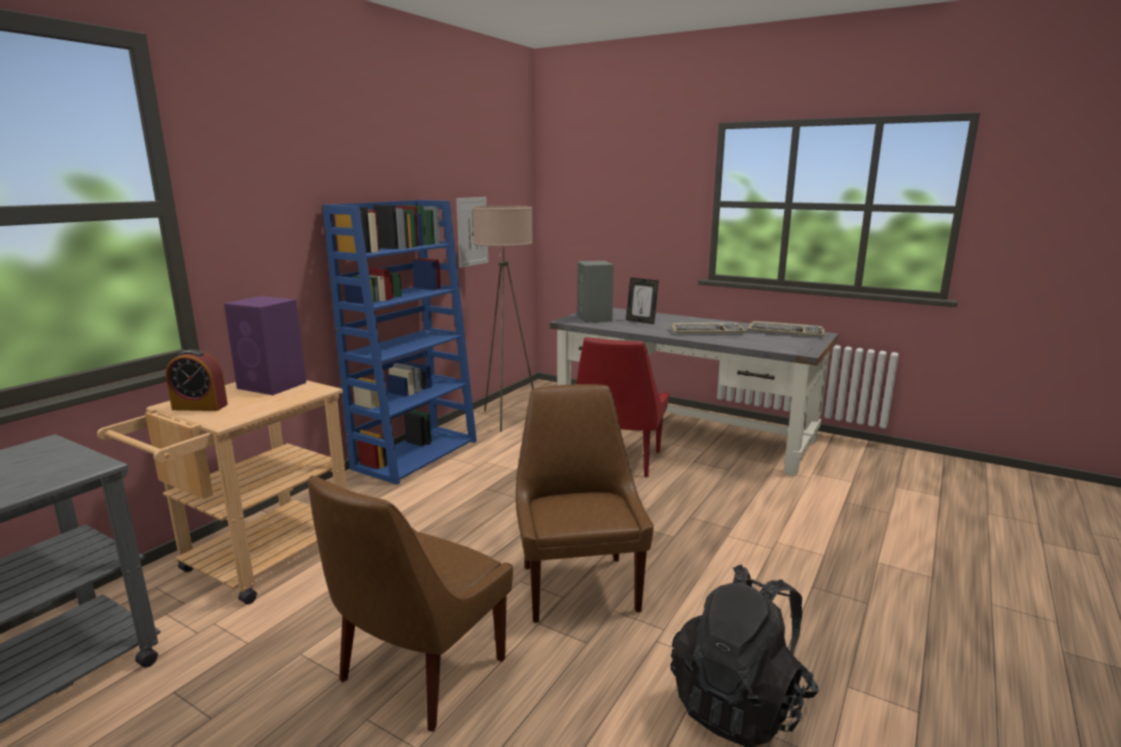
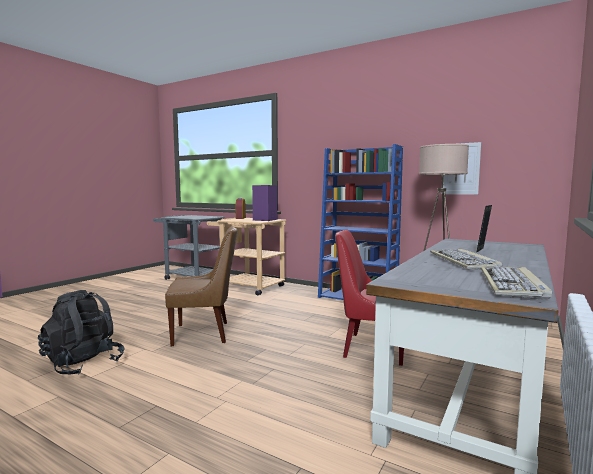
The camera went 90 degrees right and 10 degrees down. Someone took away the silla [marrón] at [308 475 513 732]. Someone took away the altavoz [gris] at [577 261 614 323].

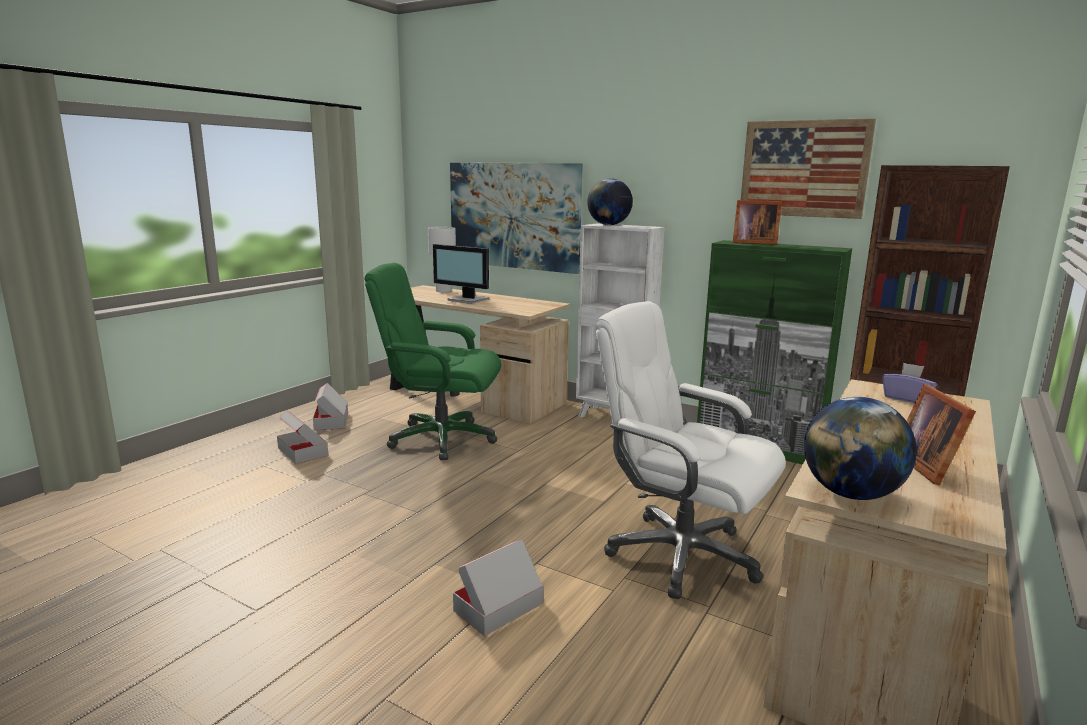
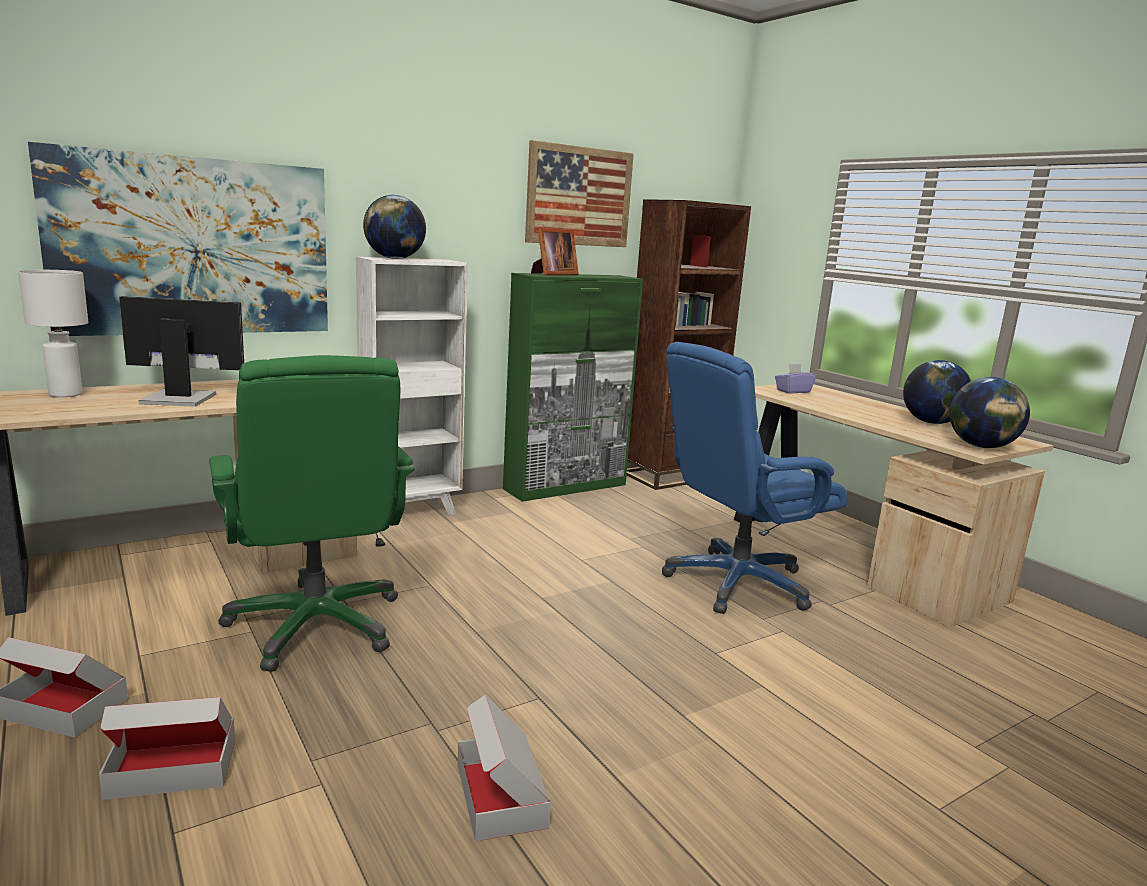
The camera went 65 degrees left and 0 degrees up. Someone carried the caja de cartón from [453 540 544 636] to [458 694 551 841]. Someone swapped the portarretratos at [907 384 976 486] for the globo terráqueo at [903 360 971 424]. Someone repainted the silla de oficina [blanco] at [596 301 786 599], which became the silla de oficina [azul] at [662 342 848 614]. Someone rotated the silla de oficina [verde] at [364 263 501 460] by 60 degrees counterclockwise. Someone rotated the monitor at [433 244 489 304] by 150 degrees counterclockwise.

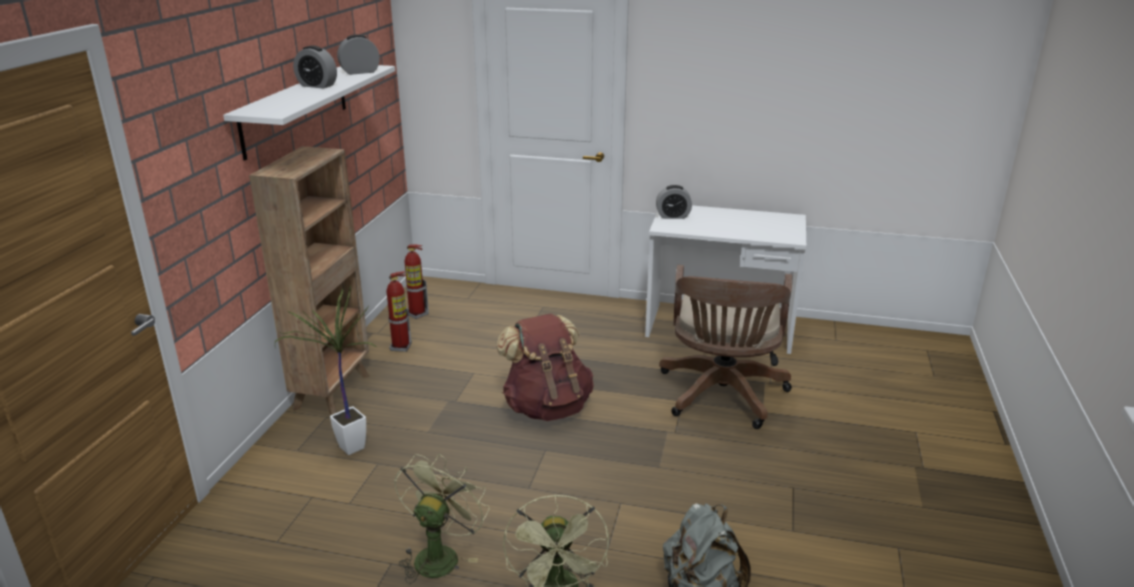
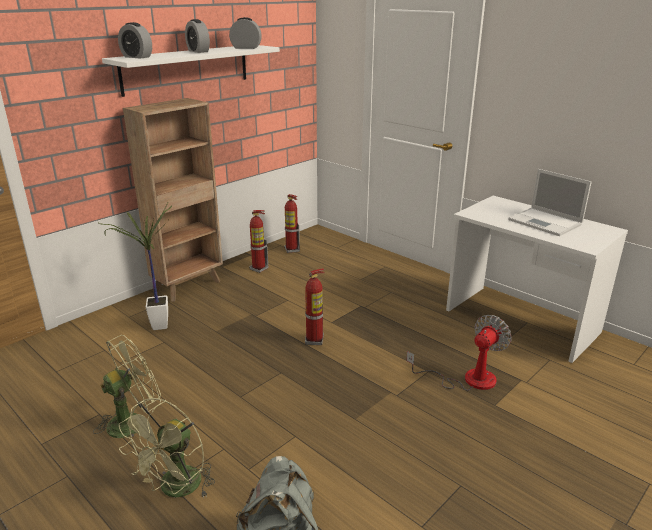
The camera went 30 degrees right and 0 degrees up. Someone put down the portátil at [508 169 592 236]. Someone carried the despertador from [656 185 692 219] to [118 22 152 59]. Someone swapped the mochila [marrón] at [496 314 594 421] for the extintor at [305 268 324 345]. Someone swapped the silla de oficina [marrón] at [659 265 792 429] for the ventilador at [406 315 512 391].

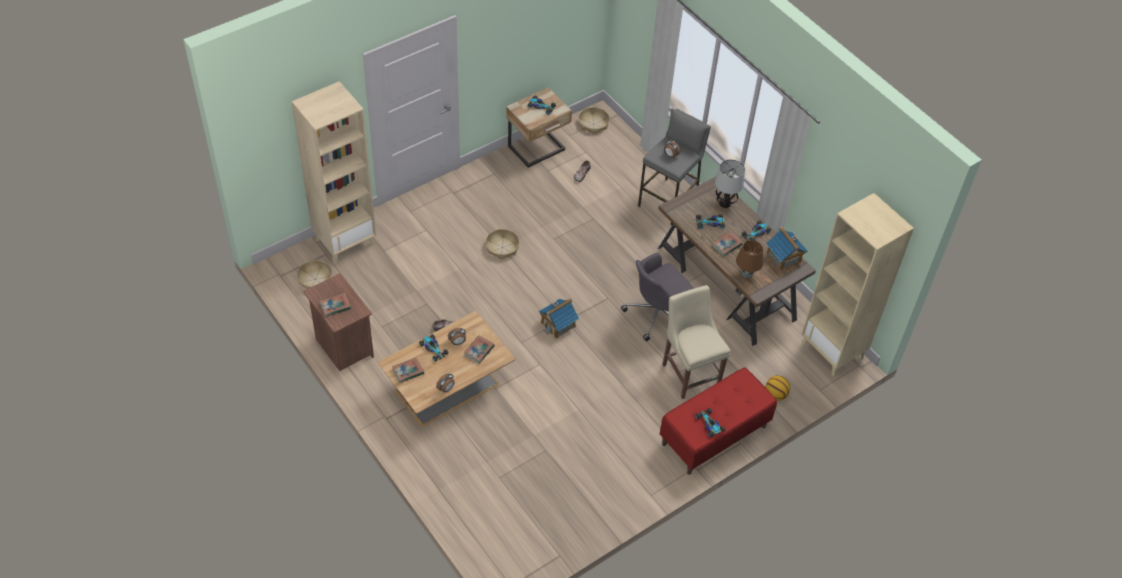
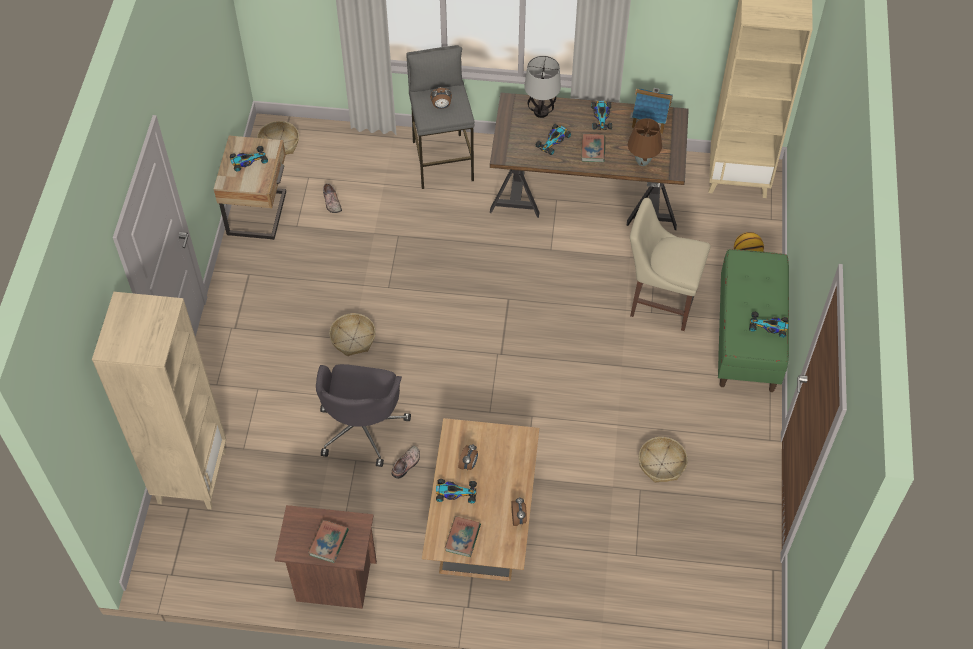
The camera went 45 degrees left and 5 degrees up. Someone took away the libro at [464 335 495 364]. Someone took away the casita at [539 299 579 339]. Someone carried the cesta from [297 260 332 289] to [639 437 688 483]. Someone carried the silla de oficina [gris] from [621 253 694 341] to [316 364 411 467]. Someone repainted the banco [rojo] at [660 367 777 475], which became the banco [verde] at [718 249 789 392].

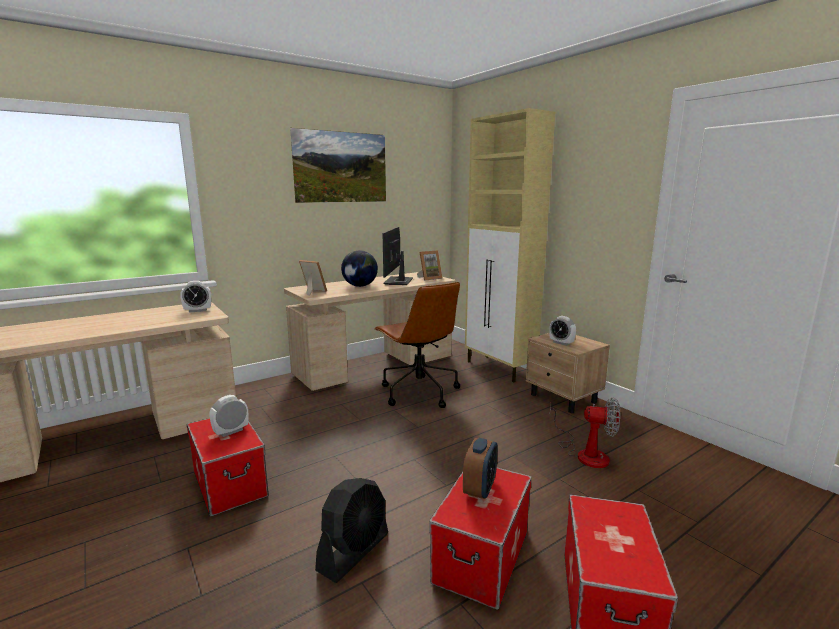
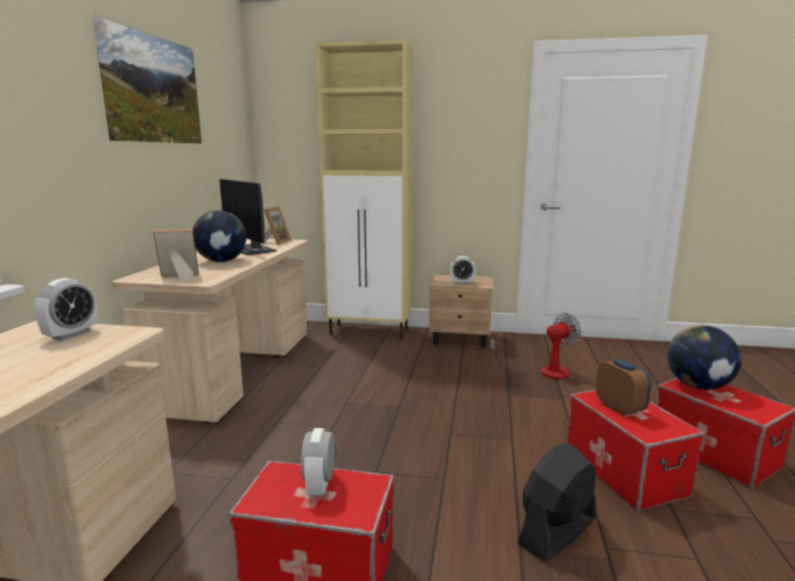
The camera went 45 degrees left and 0 degrees up. Someone took away the silla de oficina [marrón] at [374 282 460 408]. Someone put down the globo terráqueo at [667 325 741 390]. Someone rotated the ventilador [negro] at [315 478 388 583] by 120 degrees counterclockwise.

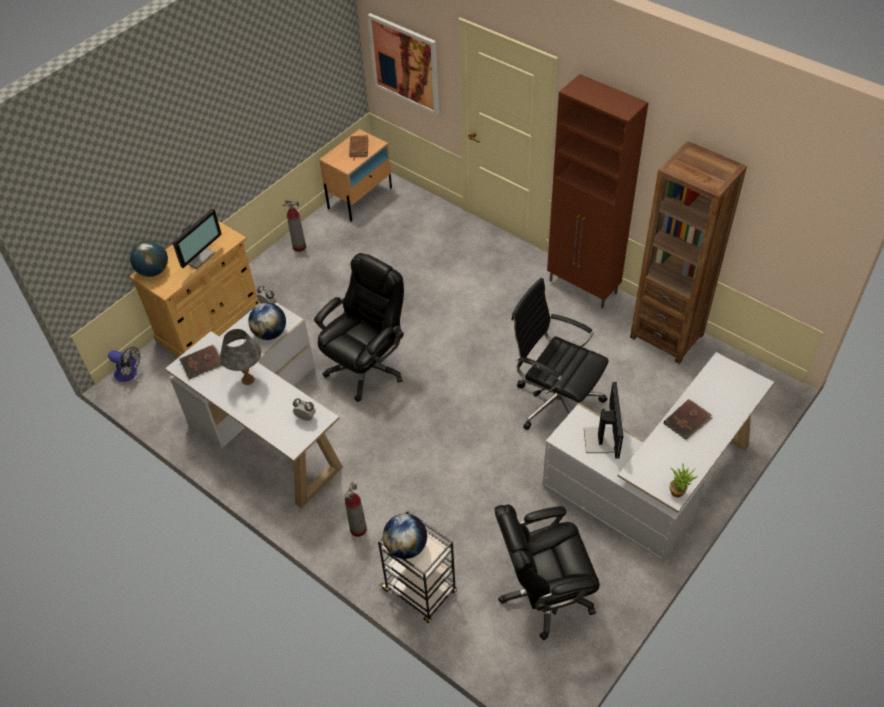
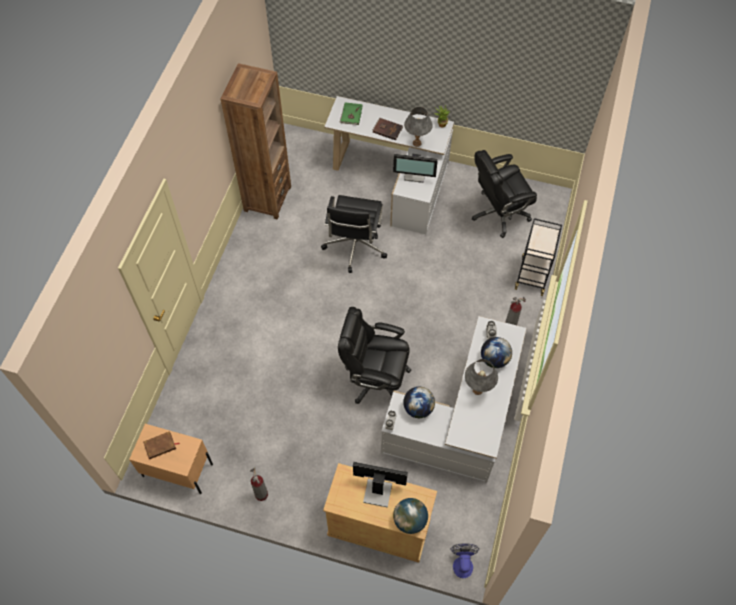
The camera went 115 degrees left and 10 degrees up. Someone took away the libro [marrón] at [179 345 223 379]. Someone took away the cuadro at [368 13 439 115]. Someone took away the armario [marrón] at [547 74 649 309]. Someone put down the libro [verde] at [339 102 363 125]. Someone put down the lámpara de mesa [gris] at [404 107 433 147]. Someone carried the globo terráqueo from [383 514 427 559] to [481 337 512 368]. Someone rotated the silla de oficina [negro] at [494 504 600 640] by 105 degrees clockwise. Someone rotated the monitor at [584 382 623 459] by 150 degrees counterclockwise.

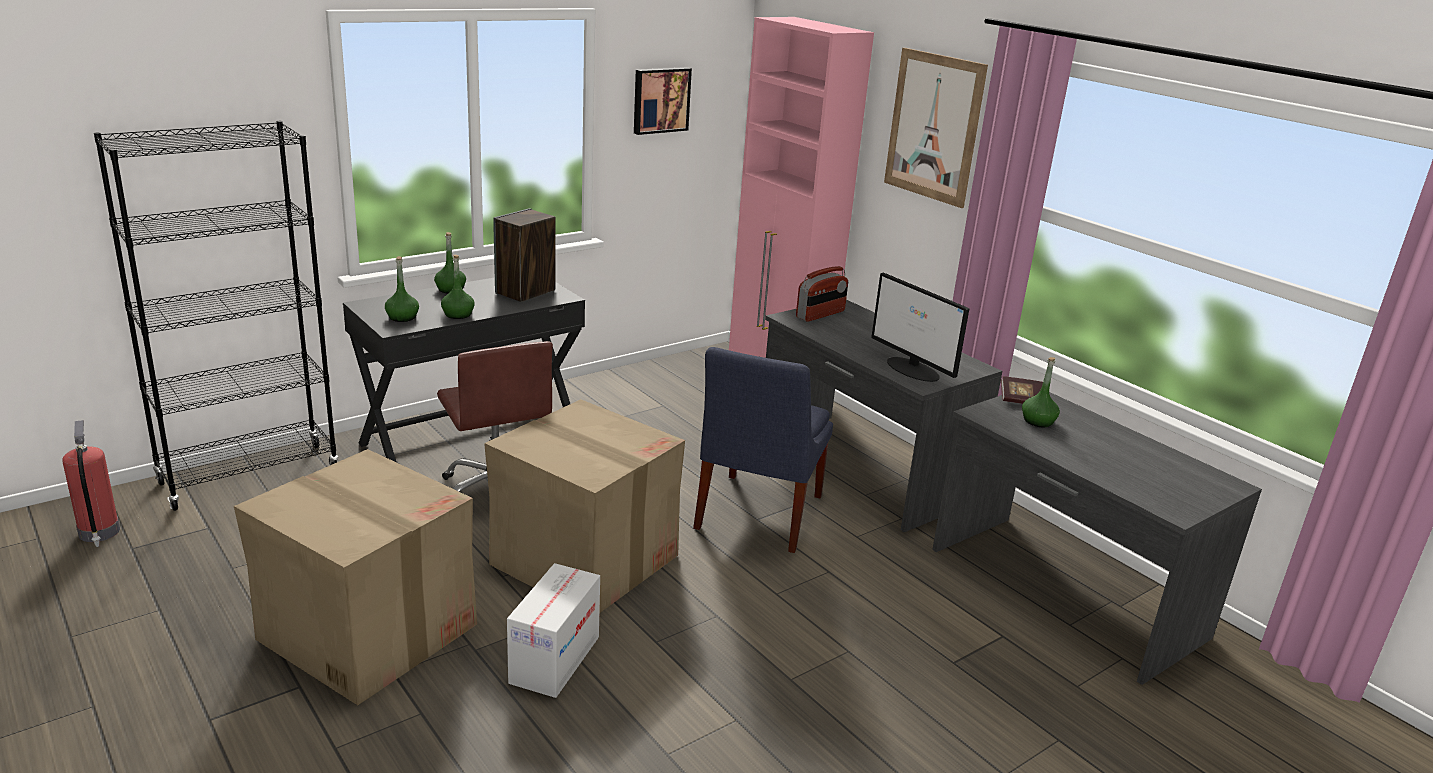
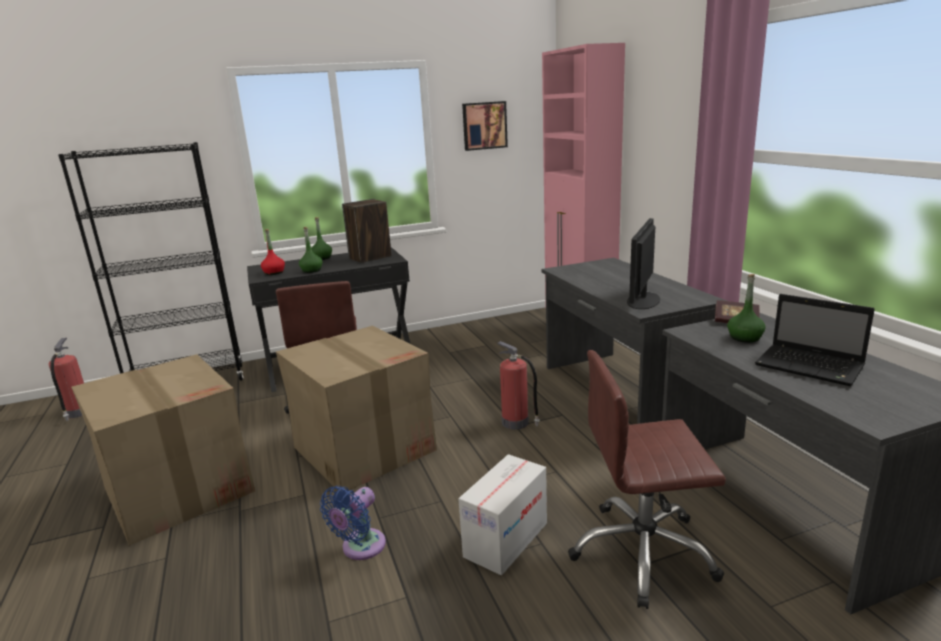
The camera went 20 degrees right and 5 degrees down. Someone took away the radio at [796 266 848 322]. Someone took away the cuadro at [884 48 988 208]. Someone put down the ventilador [azul] at [320 486 386 560]. Someone put down the silla de oficina [marrón] at [568 350 726 609]. Someone put down the portátil at [755 294 875 386]. Someone carried the caja de cartón from [507 563 600 698] to [458 454 547 575]. Someone swapped the silla [azul] at [693 347 833 553] for the extintor at [497 341 540 430]. Someone repainted the botella [verde] at [385 256 419 322], which became the botella [rojo] at [261 229 285 275]. Someone rotated the monitor at [871 272 969 382] by 45 degrees clockwise.

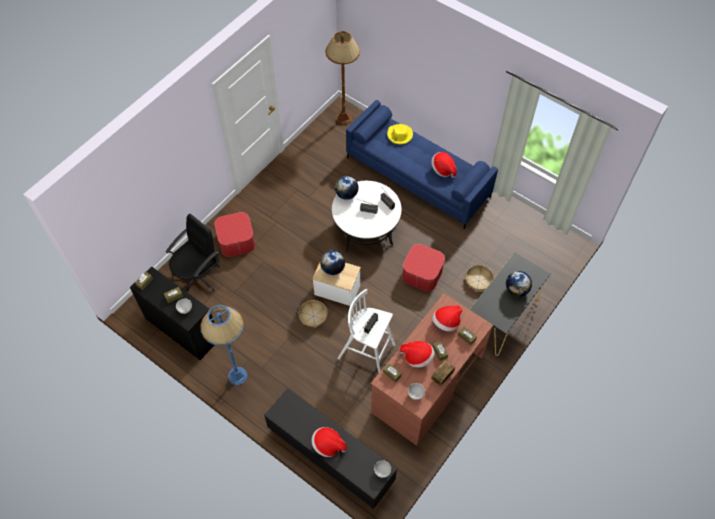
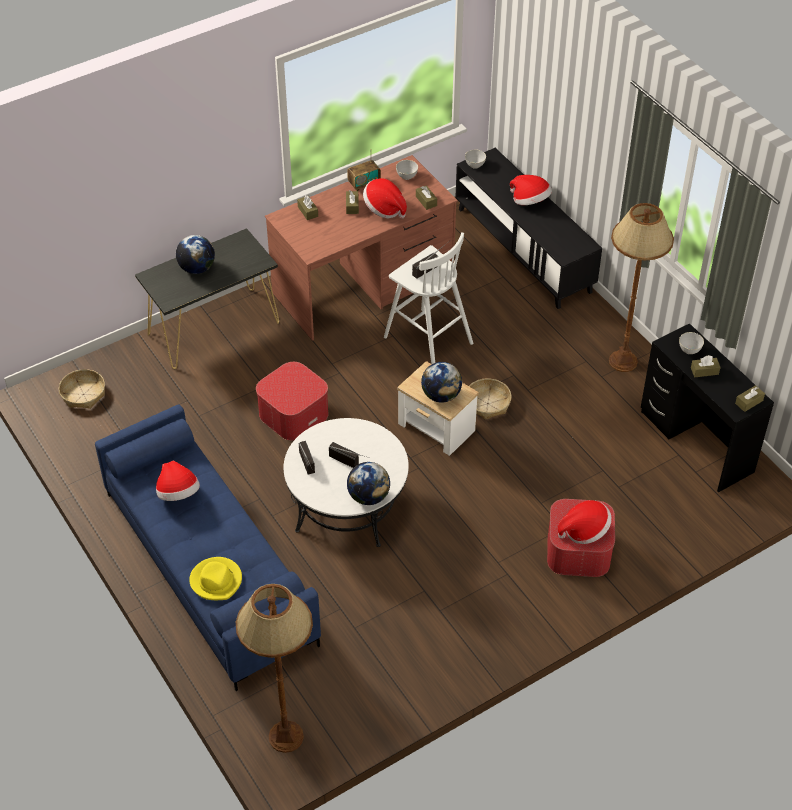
The camera went 160 degrees left and 10 degrees down. Someone took away the silla de oficina [negro] at [166 214 220 292]. Someone carried the sombrero from [432 305 463 332] to [558 500 612 544]. Someone carried the cesta from [466 265 494 292] to [59 369 105 409]. Someone repainted the lámpara de pie [azul] at [201 305 247 385], which became the lámpara de pie [marrón] at [609 203 674 372].

